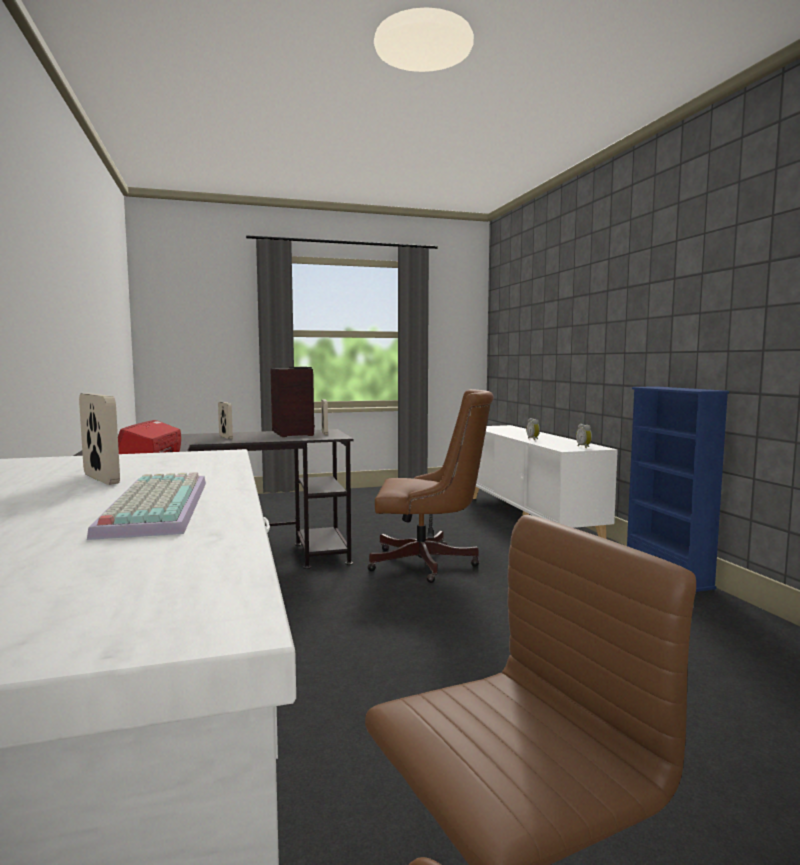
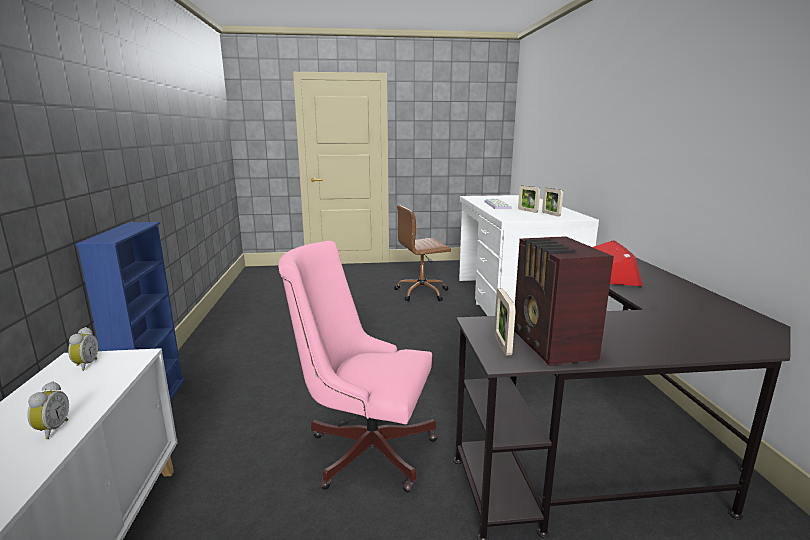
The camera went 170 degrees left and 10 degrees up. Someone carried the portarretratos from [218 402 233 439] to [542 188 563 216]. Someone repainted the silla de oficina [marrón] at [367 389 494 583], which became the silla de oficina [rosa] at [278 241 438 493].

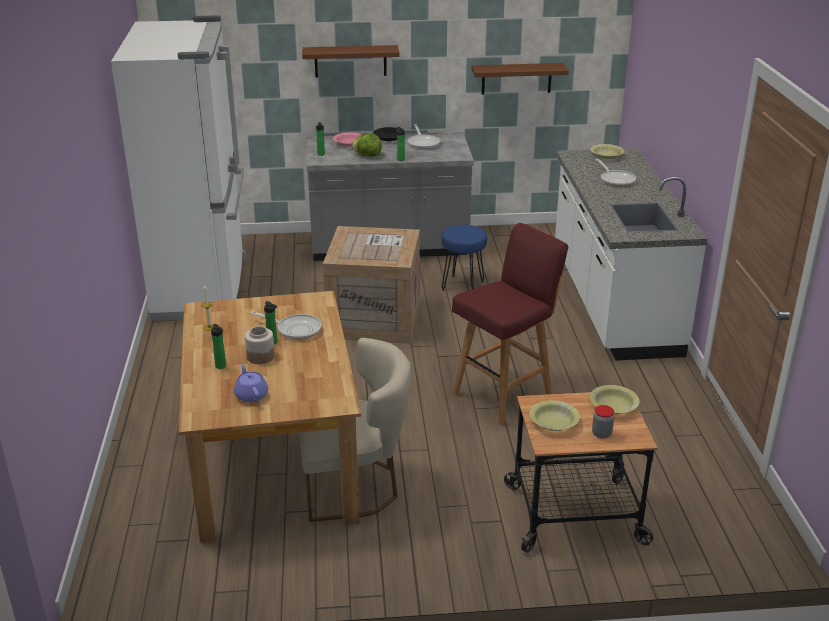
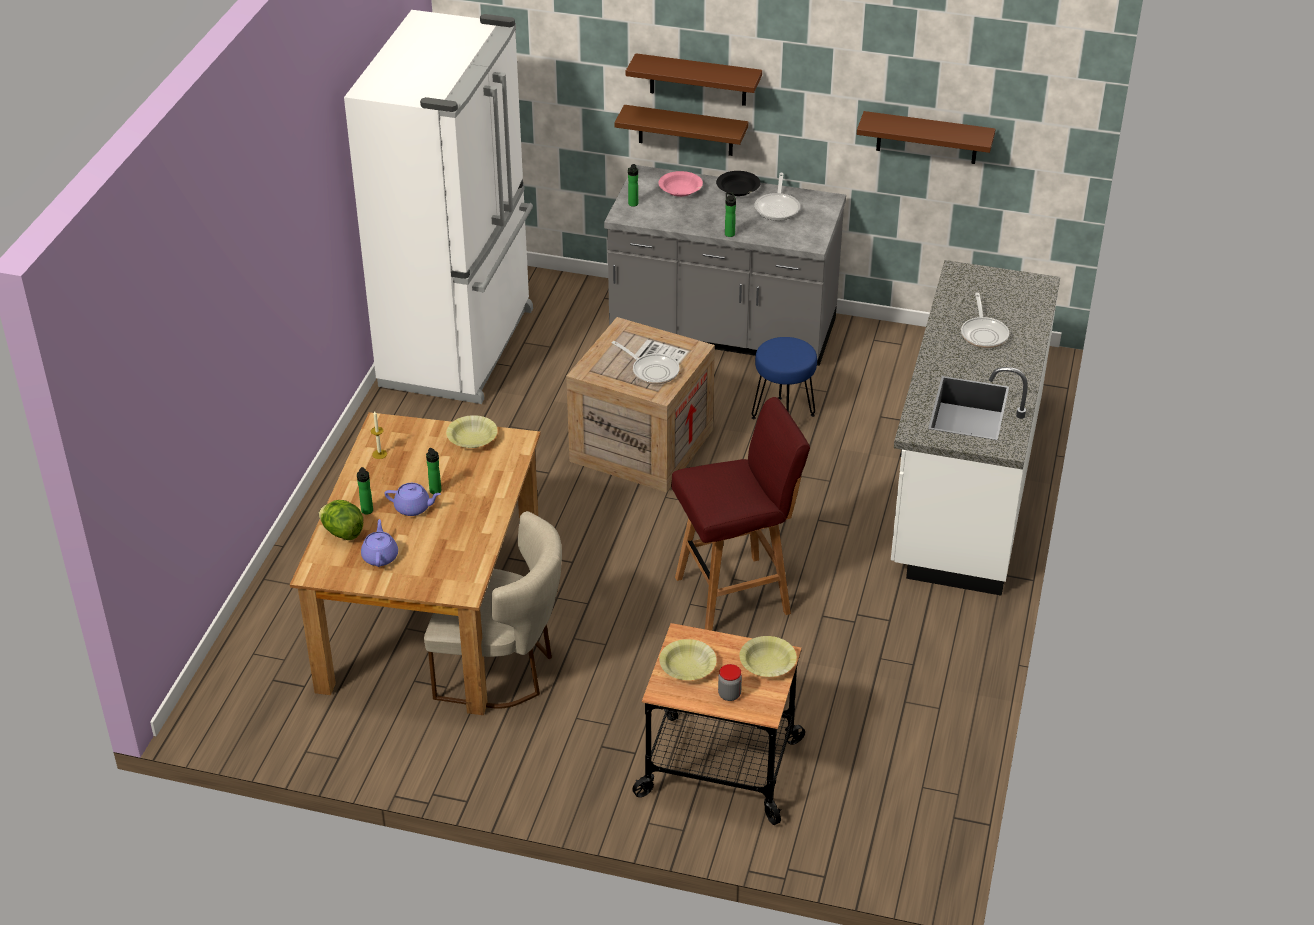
The camera went 20 degrees right and 10 degrees up. Someone put up the estante [marrón] at [614 105 748 156]. Someone carried the sartén from [250 311 322 340] to [612 341 679 384]. Someone carried the lechuga from [352 133 382 157] to [319 500 363 540]. Someone carried the cuenco [amarillo] from [590 144 624 159] to [446 415 498 448]. Someone swapped the tarro at [245 326 275 364] for the tetera [morado] at [385 483 441 516].

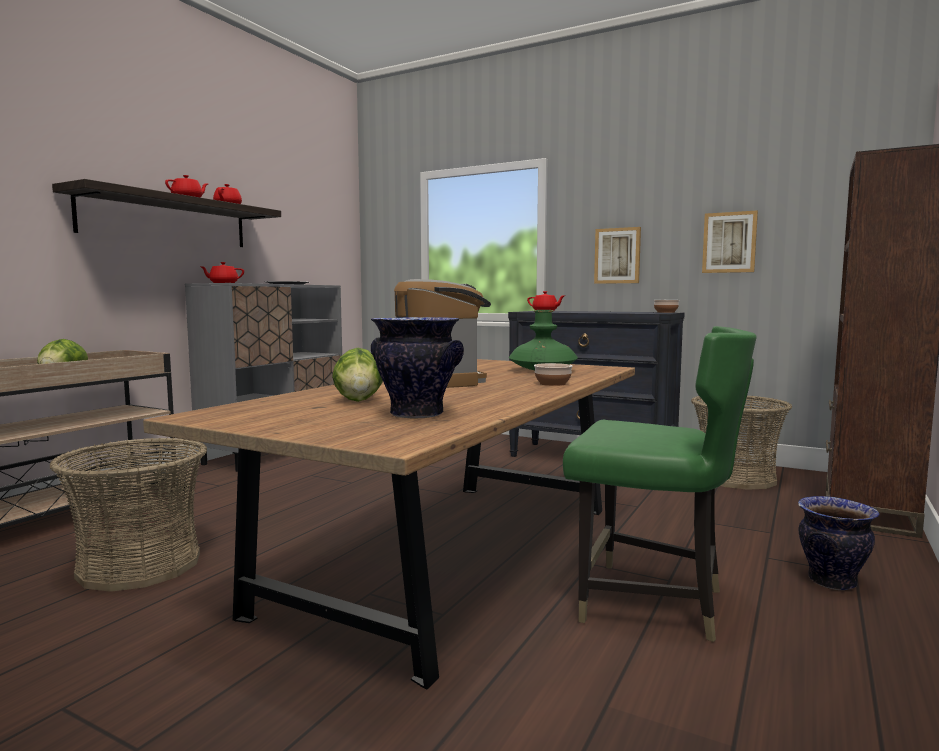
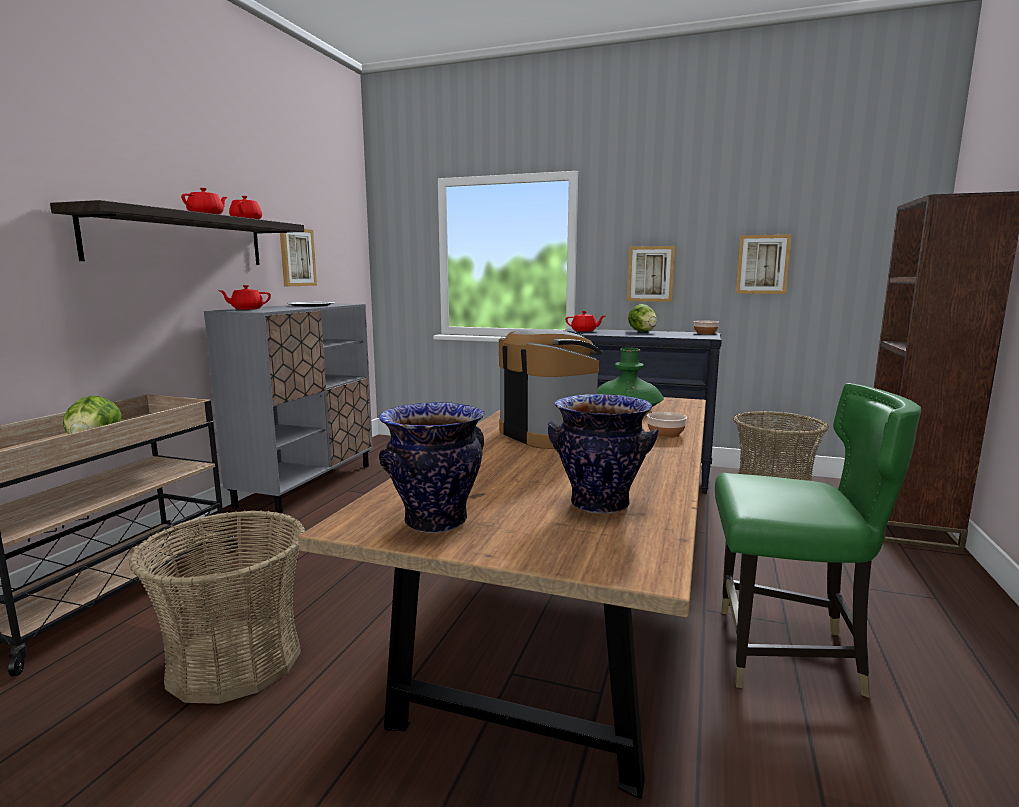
The camera went 10 degrees left and 5 degrees up. Someone put up the cuadro at [280 229 317 286]. Someone carried the lechuga from [332 348 383 402] to [628 304 657 332]. Someone carried the florero from [798 496 880 590] to [379 402 484 533].

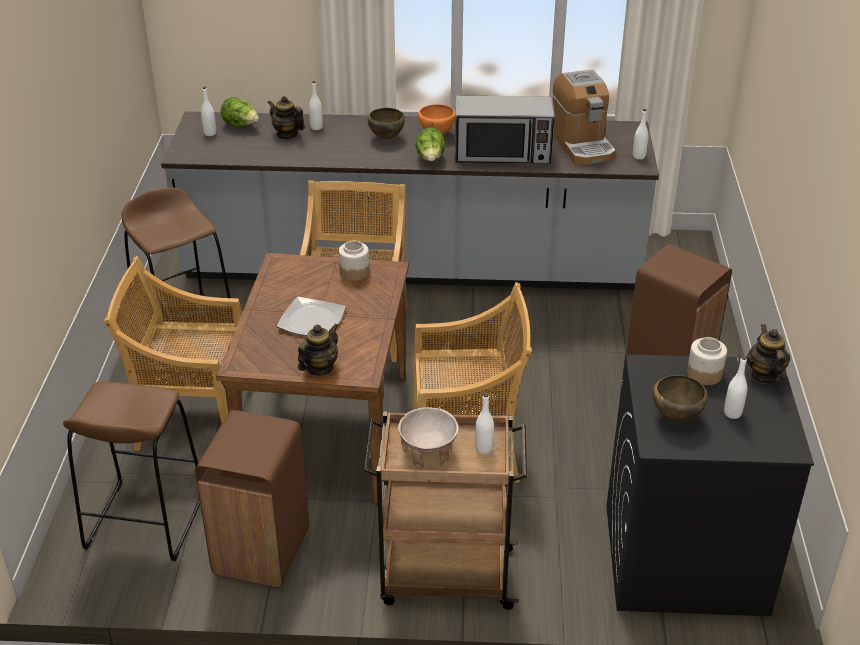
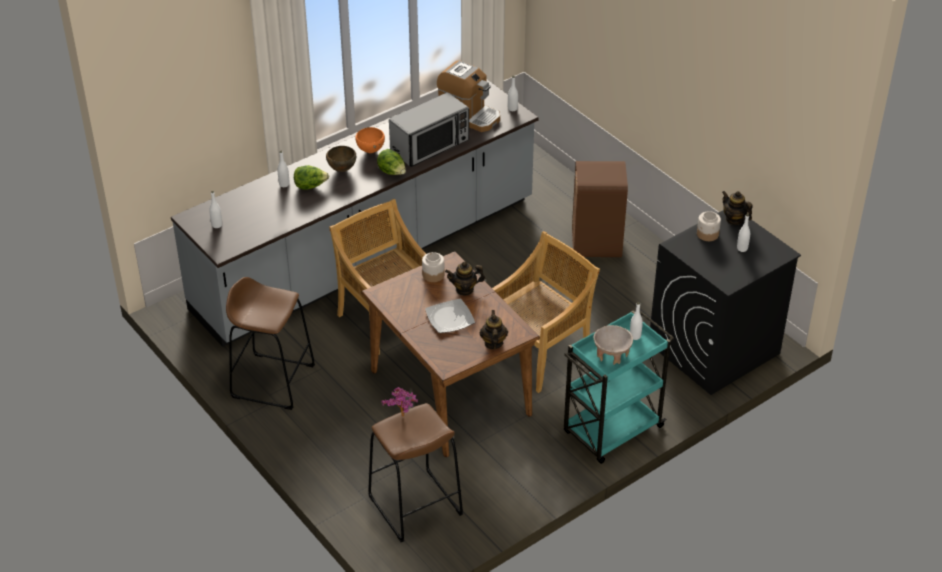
The camera went 40 degrees left and 5 degrees up. Someone took away the silla [beis] at [104 256 253 451]. Someone took away the papelera [marrón] at [195 410 309 588]. Someone took away the cuenco [marrón] at [653 375 708 422]. Someone put down the planta en maceta at [382 387 418 416]. Someone carried the lechuga from [220 97 259 127] to [294 165 329 190]. Someone carried the tetera from [267 96 305 140] to [445 262 485 296]. Someone repainted the carrito [marrón] at [363 412 527 610], which became the carrito [turquesa] at [564 311 674 464].

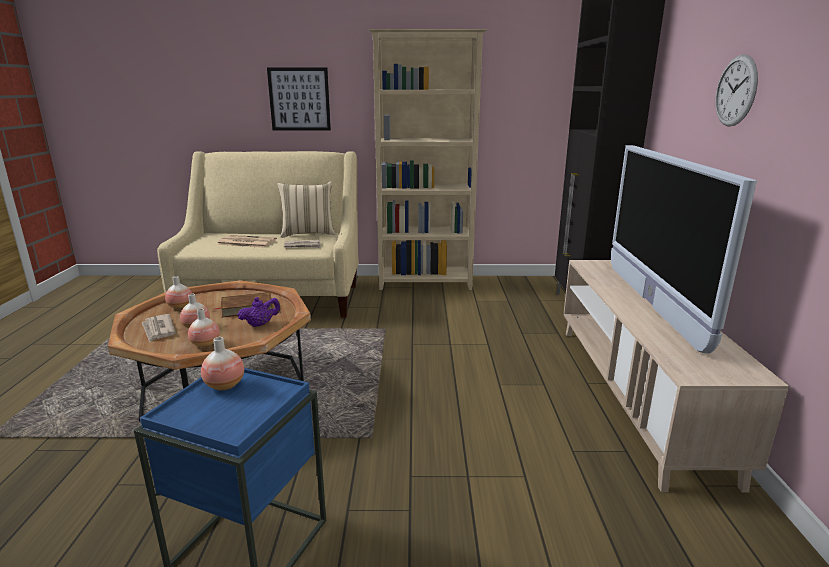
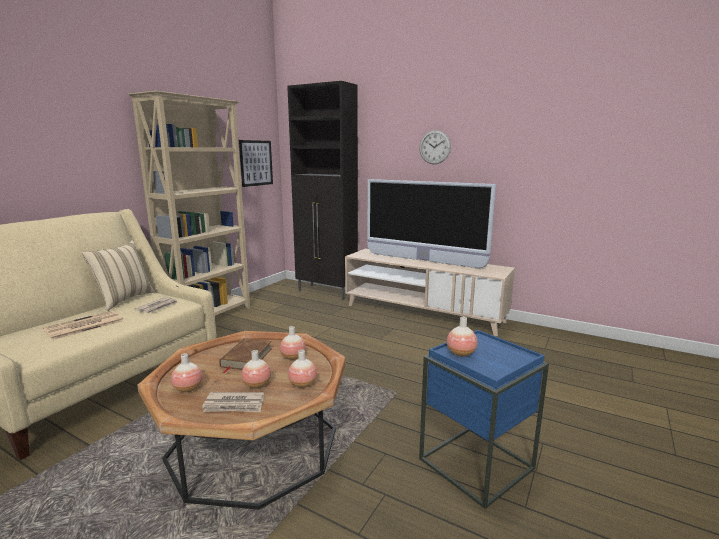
The camera went 60 degrees left and 5 degrees down. Someone carried the cuadro from [267 67 331 131] to [239 140 273 187]. Someone swapped the tetera [morado] at [237 297 281 327] for the florero at [280 326 305 360].

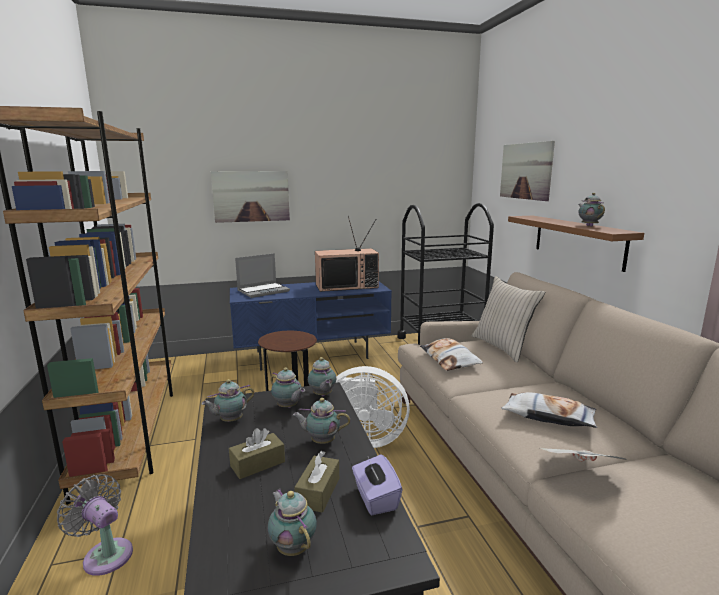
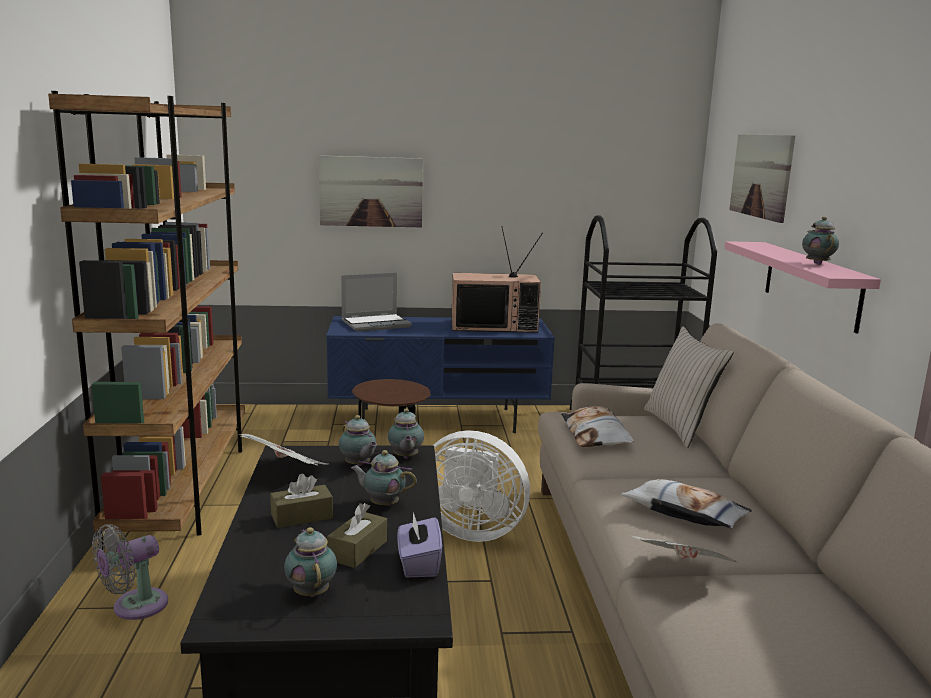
The camera went 10 degrees right and 0 degrees up. Someone swapped the tetera at [202 379 254 422] for the periódico at [239 434 328 465]. Someone repainted the estante [marrón] at [508 216 644 272], which became the estante [rosa] at [724 241 881 334]. Someone rotated the ventilador [gris] at [57 474 133 576] by 90 degrees counterclockwise.

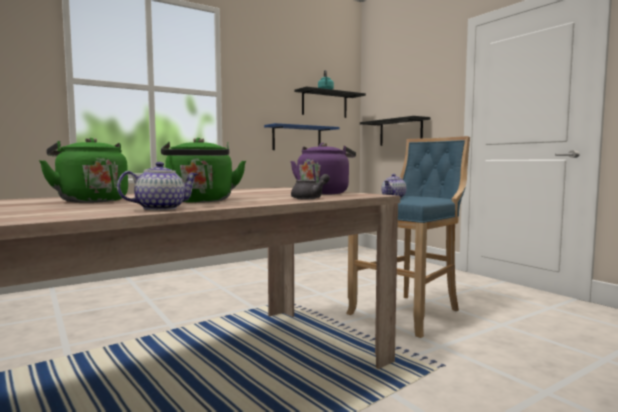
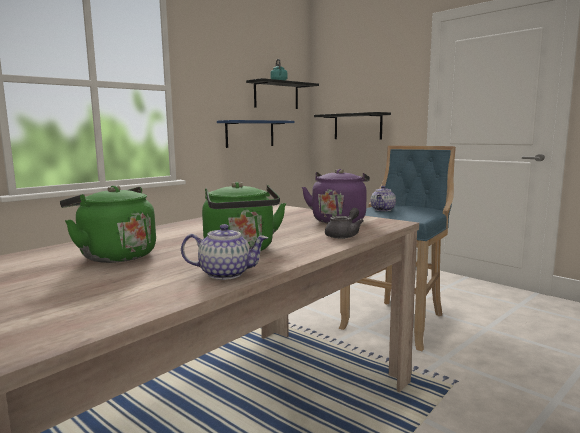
The camera went 10 degrees left and 5 degrees up. Someone rotated the tetera at [117 162 199 210] by 45 degrees clockwise.

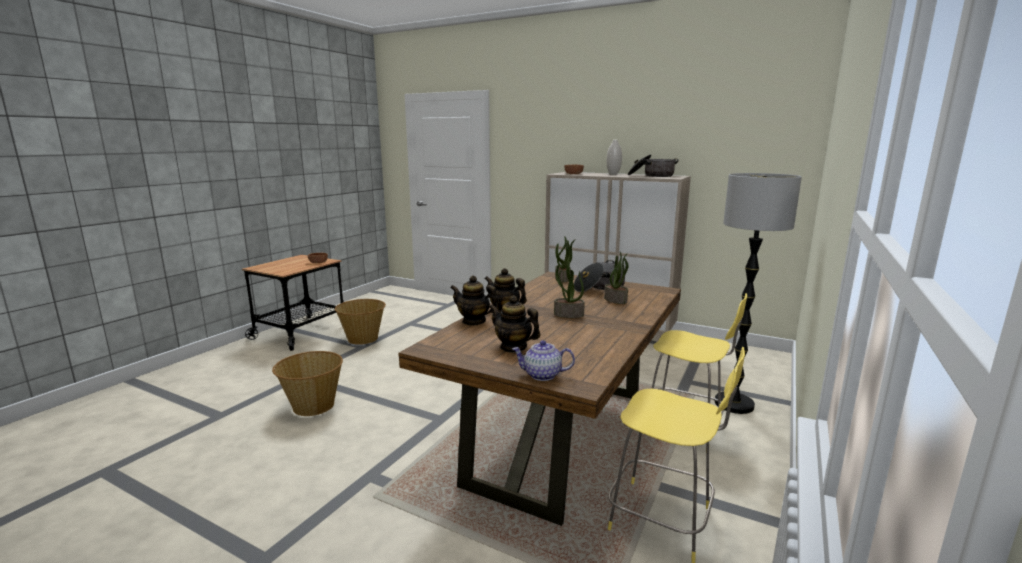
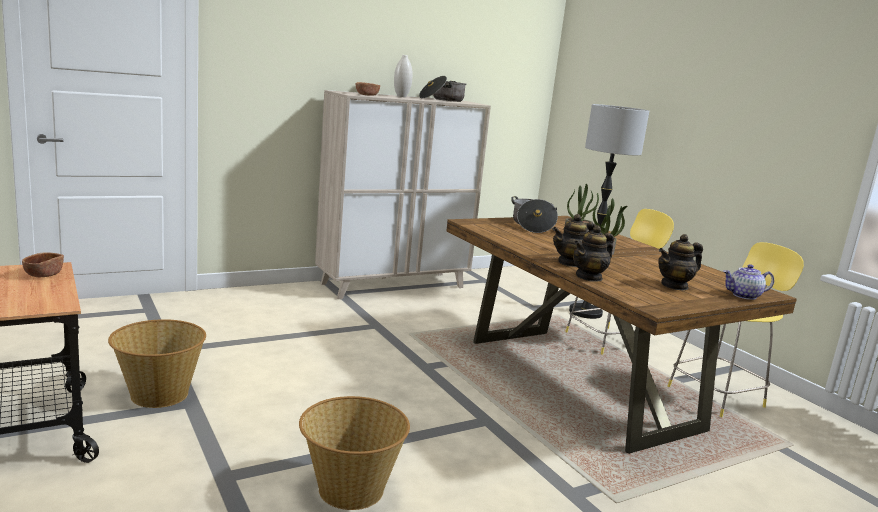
The camera went 60 degrees left and 0 degrees up. Someone took away the planta en maceta at [555 236 576 282]. Someone rotated the tetera at [512 340 575 381] by 45 degrees clockwise.

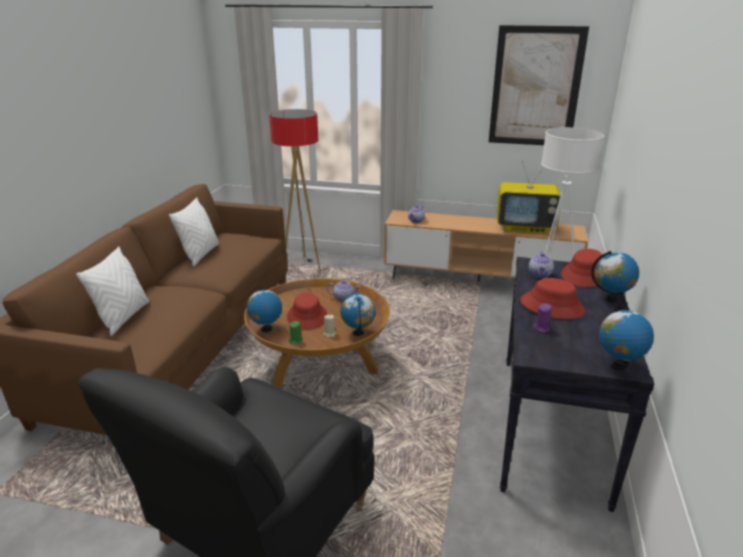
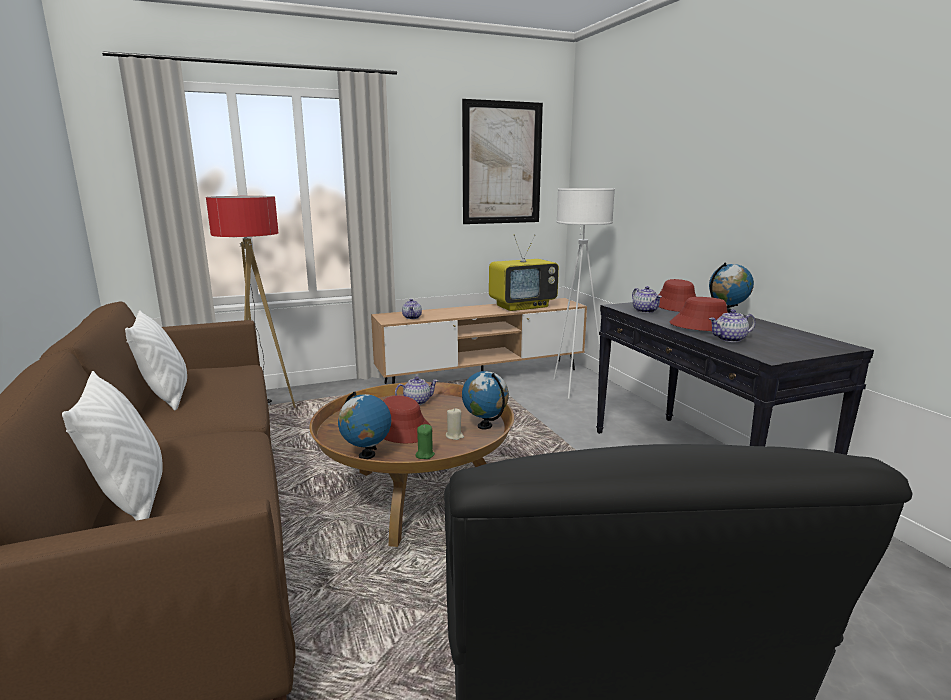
The camera went 35 degrees left and 10 degrees down. Someone took away the globo terráqueo at [599 306 654 370]. Someone swapped the vela [morado] at [533 303 552 333] for the tetera at [709 309 756 342].

